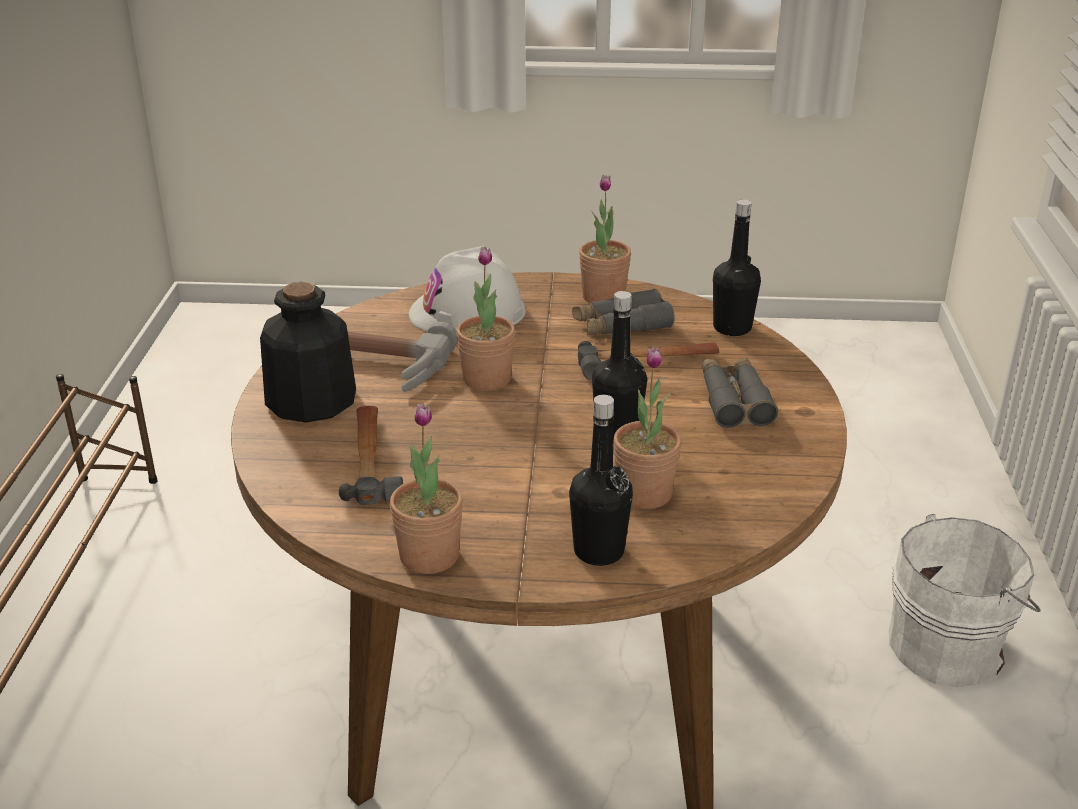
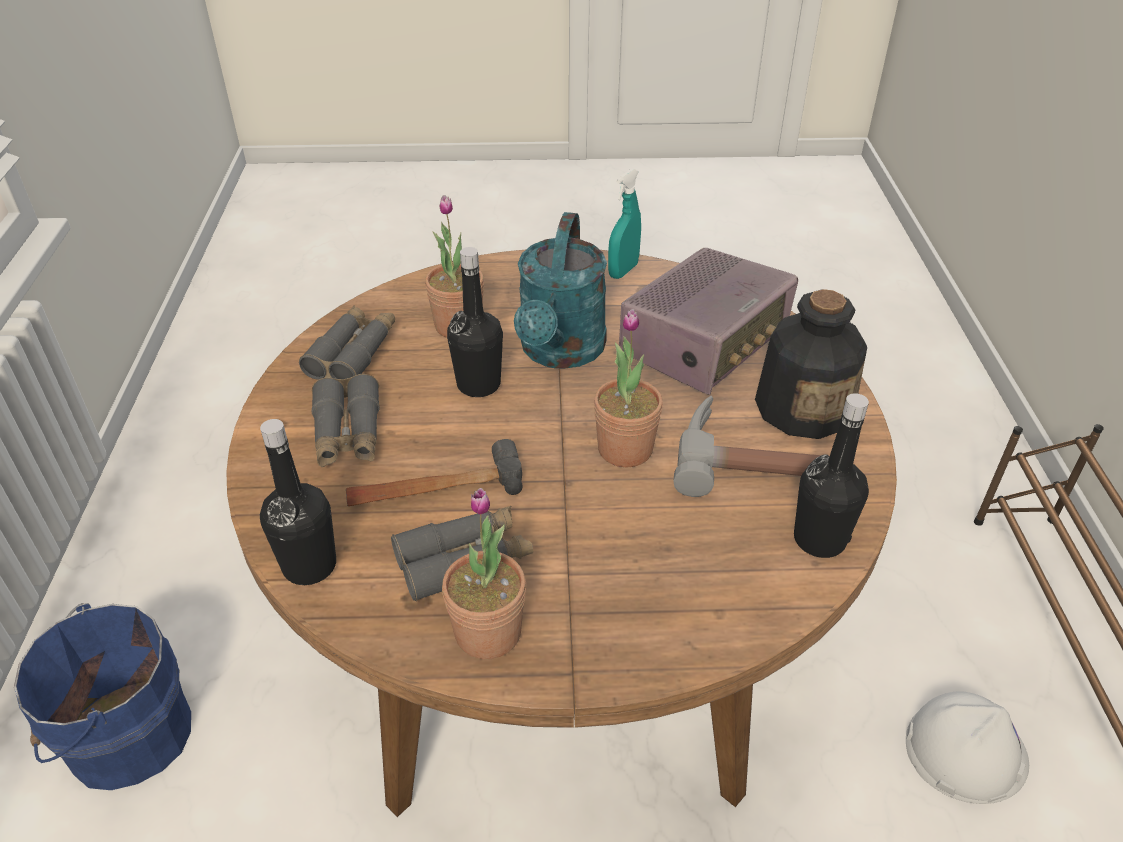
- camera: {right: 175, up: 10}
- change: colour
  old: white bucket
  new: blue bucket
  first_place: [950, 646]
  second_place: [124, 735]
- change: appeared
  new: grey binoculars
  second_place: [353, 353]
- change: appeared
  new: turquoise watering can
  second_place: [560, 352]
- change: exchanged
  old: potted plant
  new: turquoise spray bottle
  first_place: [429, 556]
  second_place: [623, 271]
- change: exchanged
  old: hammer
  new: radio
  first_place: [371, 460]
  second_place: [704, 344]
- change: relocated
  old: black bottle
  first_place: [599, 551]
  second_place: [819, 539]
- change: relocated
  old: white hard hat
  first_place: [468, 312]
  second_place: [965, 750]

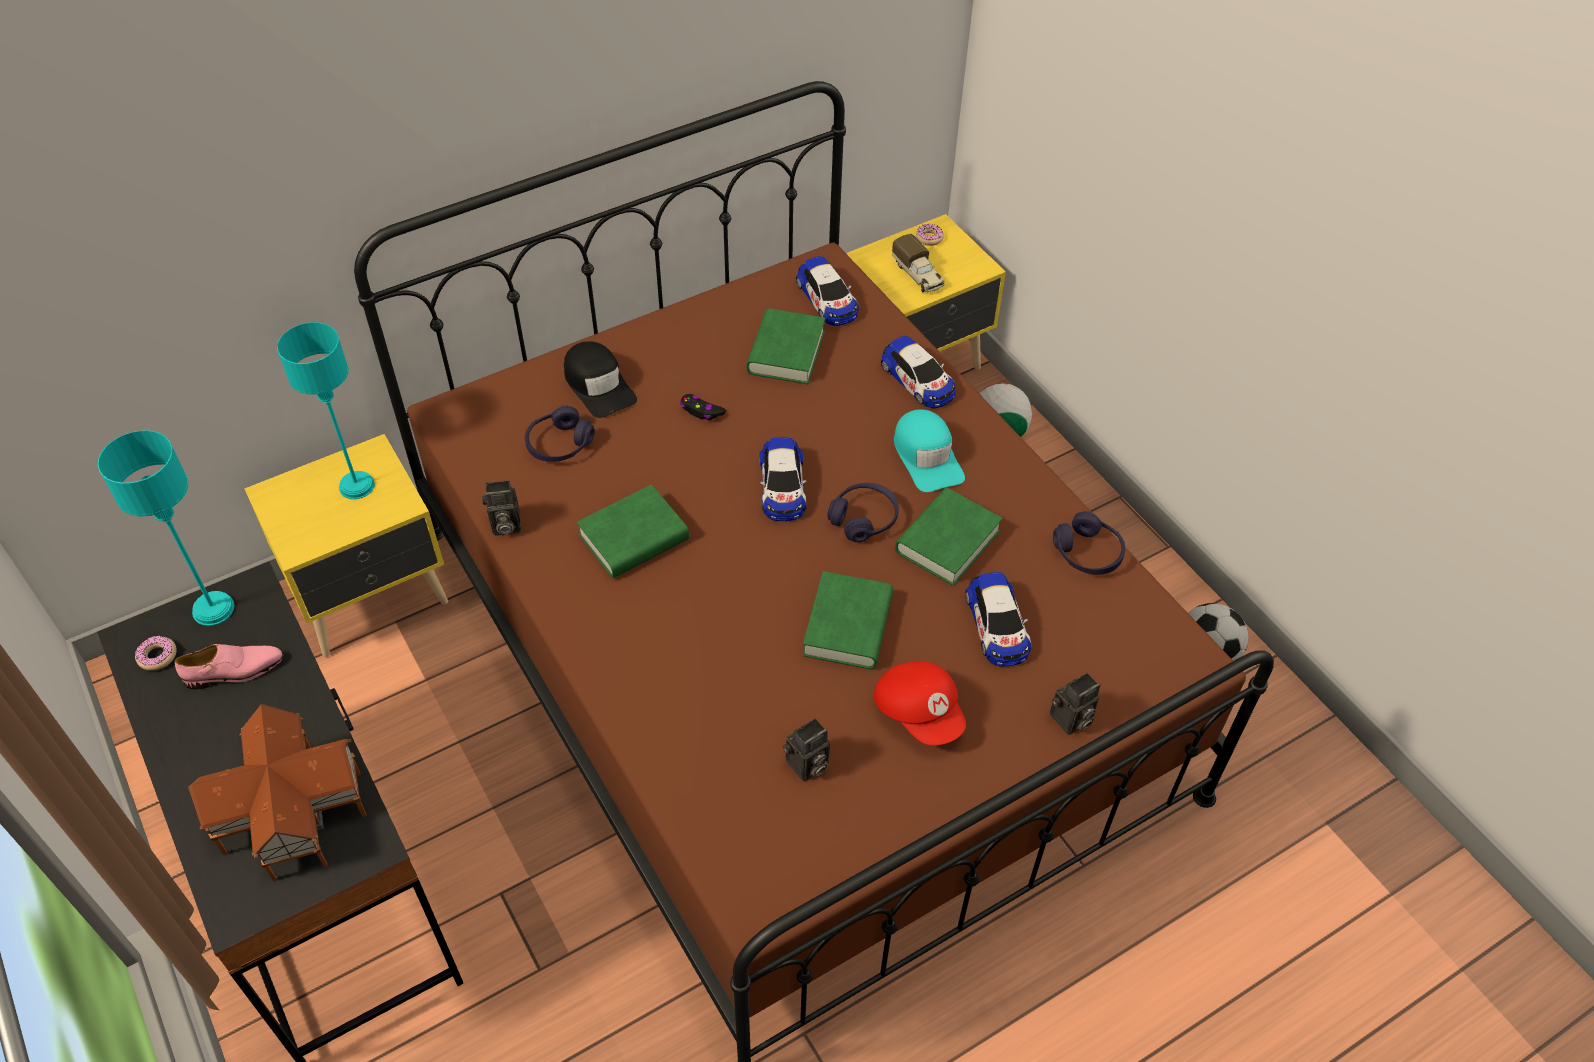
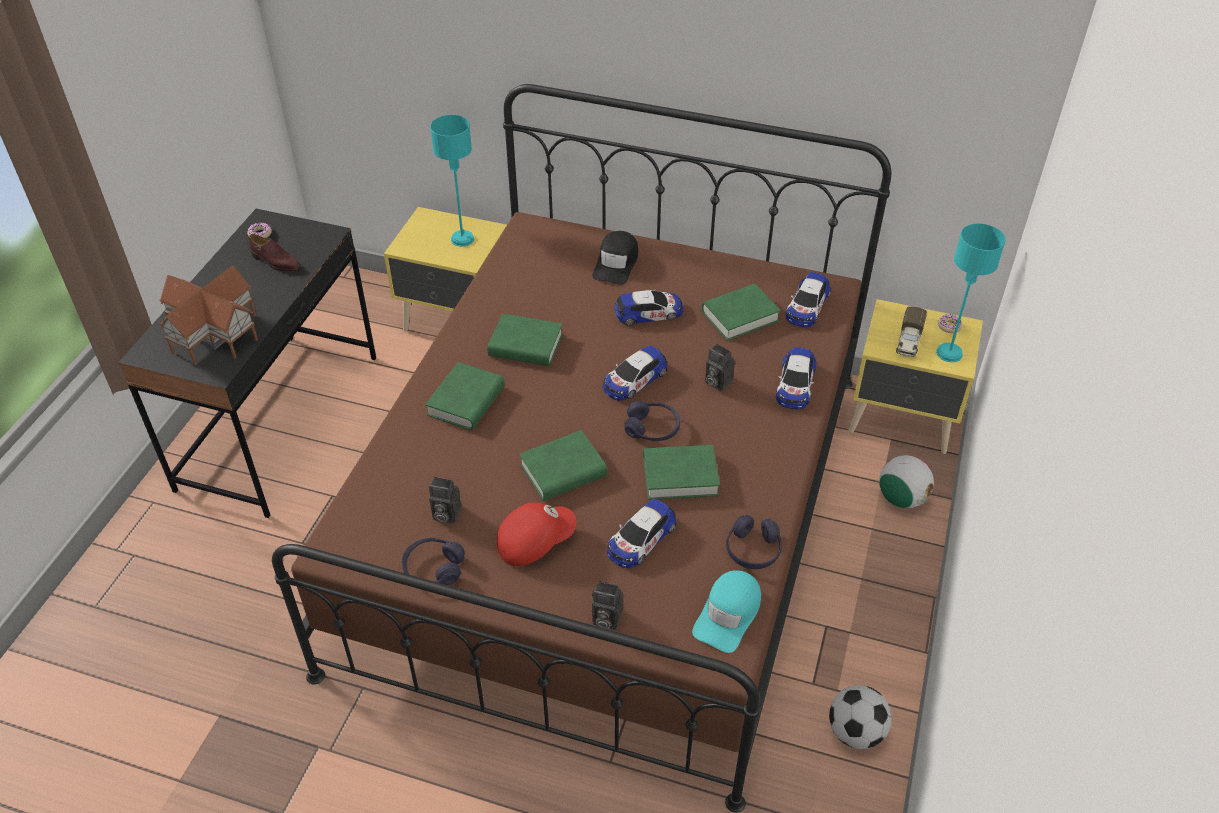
- camera: {right: 50, up: -5}
- change: colour
  old: pink shoe
  new: brown shoe
  first_place: [235, 671]
  second_place: [275, 262]
- change: relocated
  old: purple headphones
  first_place: [559, 444]
  second_place: [434, 568]
- change: appeared
  new: green book
  second_place: [466, 401]
- change: spun
  old: red cap
  first_place: [920, 712]
  second_place: [535, 541]
  degrees: -135
- change: exchanged
  old: black game controller
  new: toy car
  first_place: [701, 411]
  second_place: [649, 312]
- change: relocated
  old: turquoise cap
  first_place: [927, 457]
  second_place: [728, 615]
- change: relocated
  old: photo camera
  first_place: [504, 526]
  second_place: [716, 382]
- change: relocated
  old: turquoise table lamp
  first_place: [212, 609]
  second_place: [949, 353]

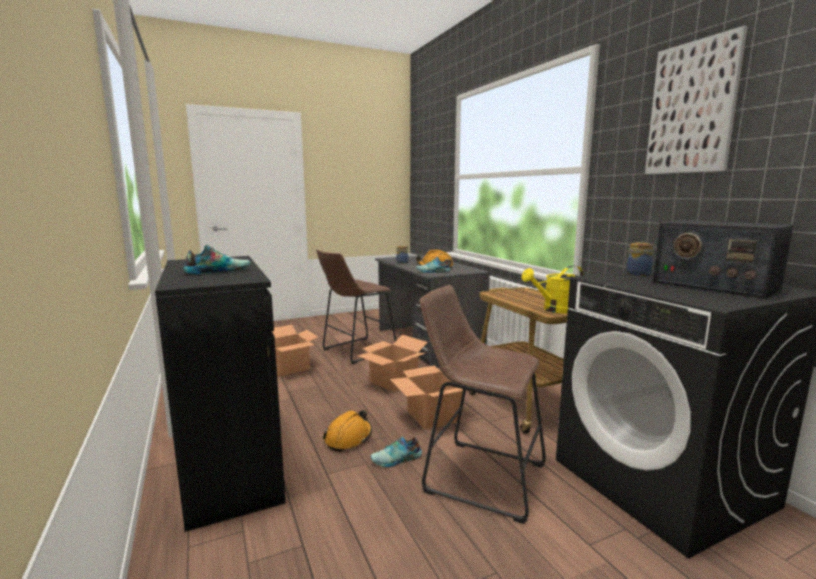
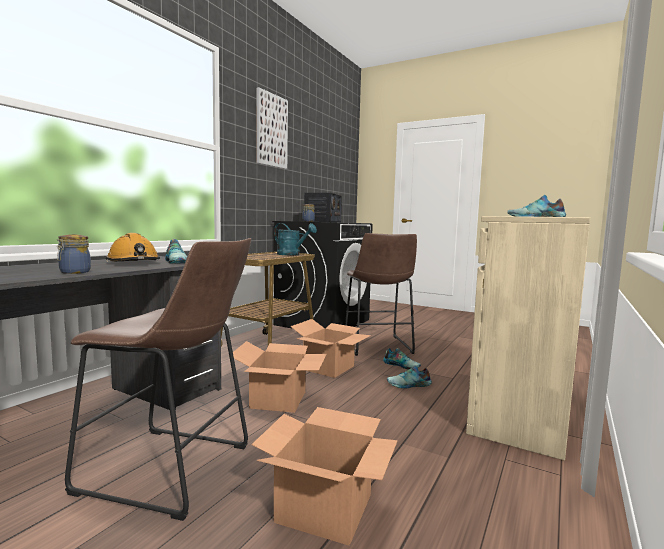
- camera: {right: -125, up: -5}
- change: colour
  old: yellow watering can
  new: turquoise watering can
  first_place: [555, 310]
  second_place: [292, 254]
- change: exchanged
  old: orange hard hat
  new: shoe
  first_place: [349, 438]
  second_place: [409, 385]
- change: colour
  old: black cabinet
  new: beige cabinet
  first_place: [230, 465]
  second_place: [521, 411]

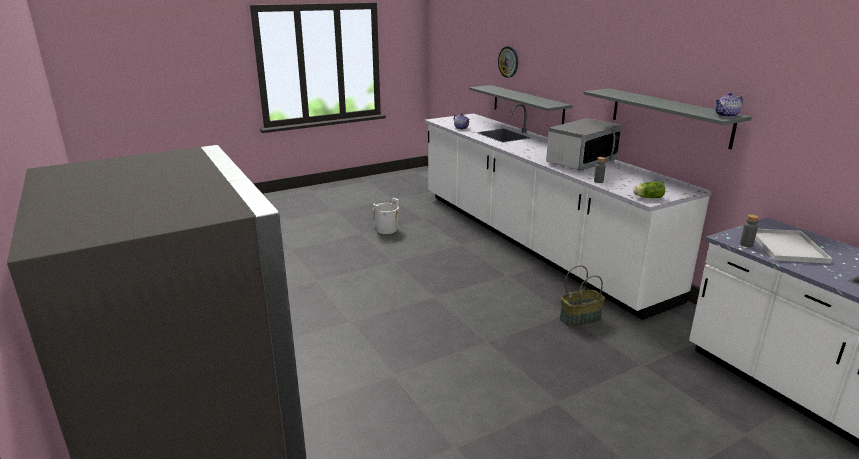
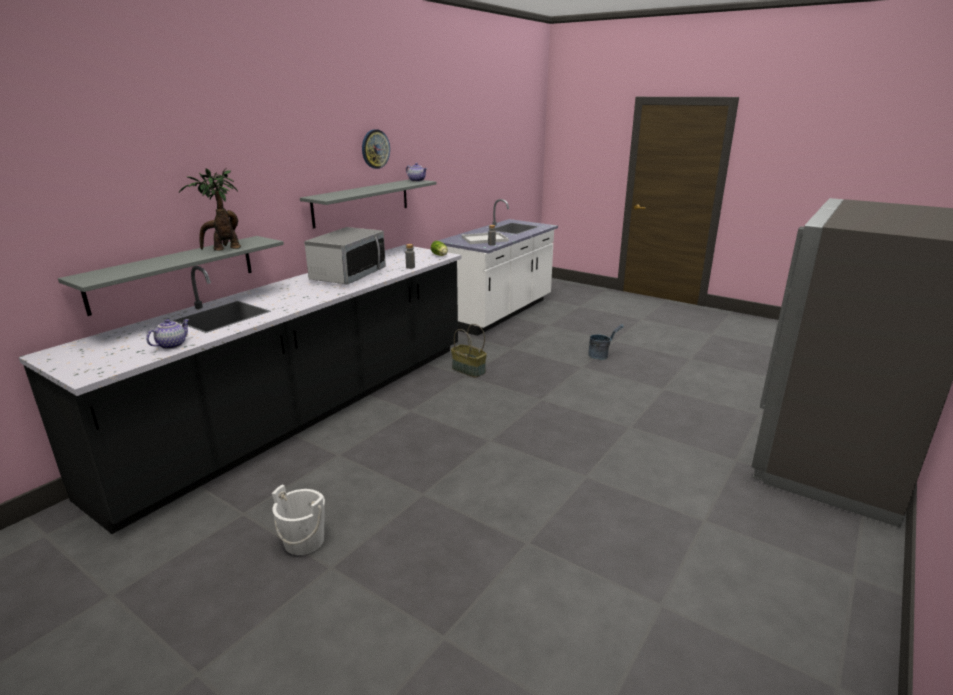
- camera: {right: -115, up: 0}
- change: colour
  old: white counter
  new: black counter
  first_place: [531, 241]
  second_place: [308, 411]
- change: appeared
  new: potted plant
  second_place: [223, 249]
- change: spun
  old: microwave
  first_place: [581, 162]
  second_place: [348, 275]
  degrees: 90
- change: relocated
  old: wall clock
  first_place: [508, 62]
  second_place: [375, 149]
- change: appeared
  new: grey bucket
  second_place: [602, 356]

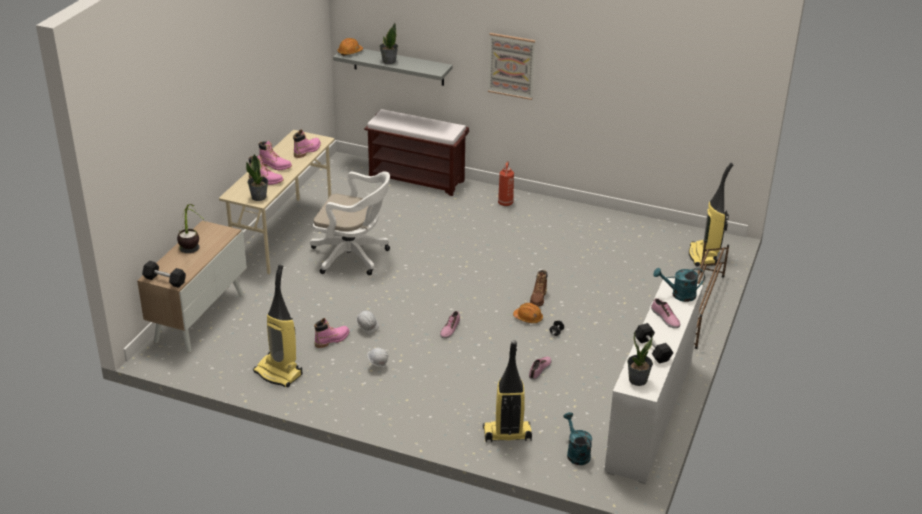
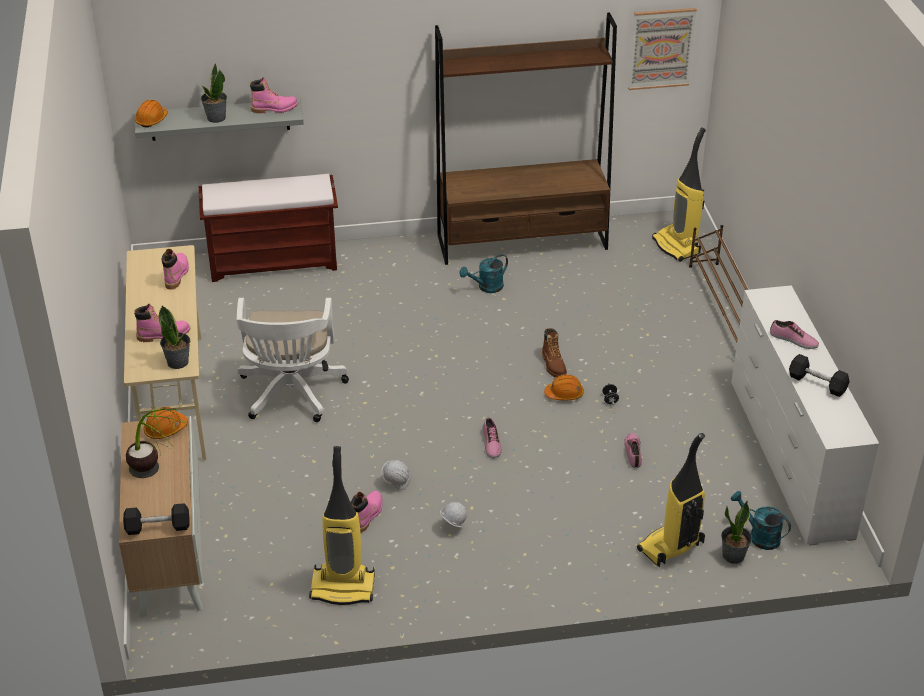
- camera: {right: -30, up: 5}
- change: appeared
  new: orange hard hat
  second_place: [165, 429]
- change: spun
  old: white office chair
  first_place: [353, 257]
  second_place: [291, 395]
  degrees: 105
- change: relocated
  old: pink boot
  first_place: [275, 166]
  second_place: [274, 109]
- change: appeared
  new: brown bookcase
  second_place: [522, 242]
- change: relocated
  old: turquoise watering can
  first_place: [679, 295]
  second_place: [486, 287]
- change: relocated
  old: picture
  first_place: [511, 66]
  second_place: [661, 48]
- change: relocated
  old: potted plant
  first_place: [638, 380]
  second_place: [733, 556]
- change: missing
  old: fire extinguisher
  first_place: [505, 204]

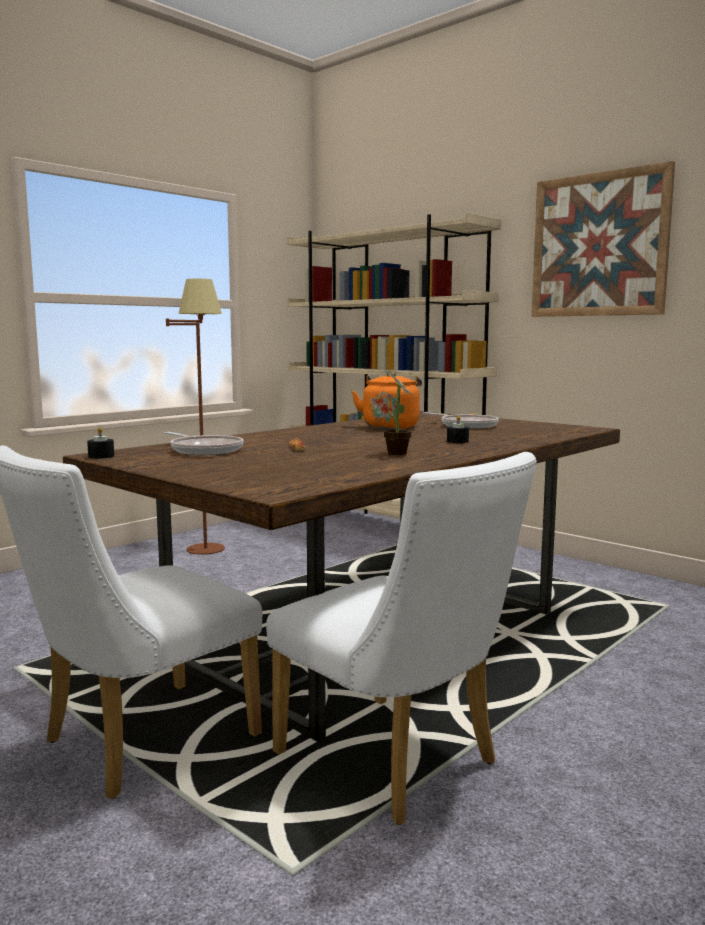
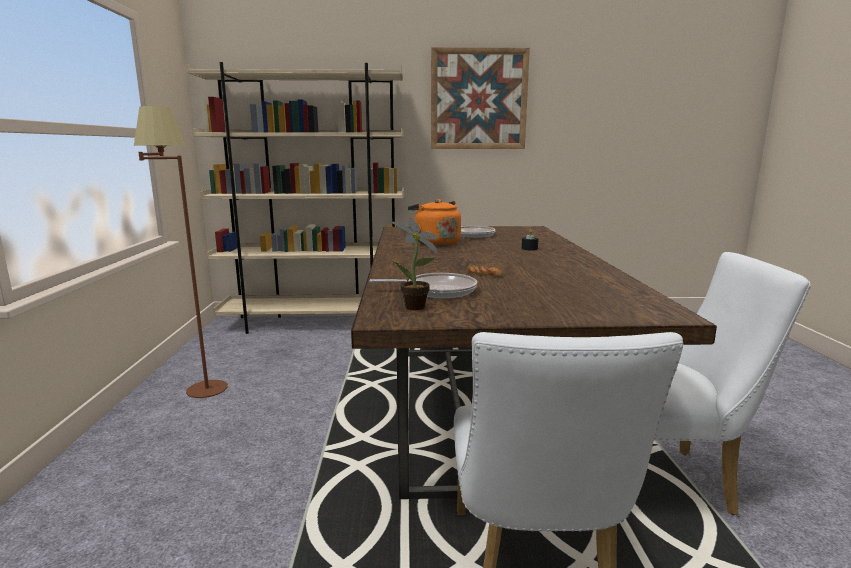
- camera: {right: -45, up: 5}
- change: relocated
  old: potted plant
  first_place: [396, 454]
  second_place: [417, 308]
- change: missing
  old: black candle
  first_place: [101, 456]

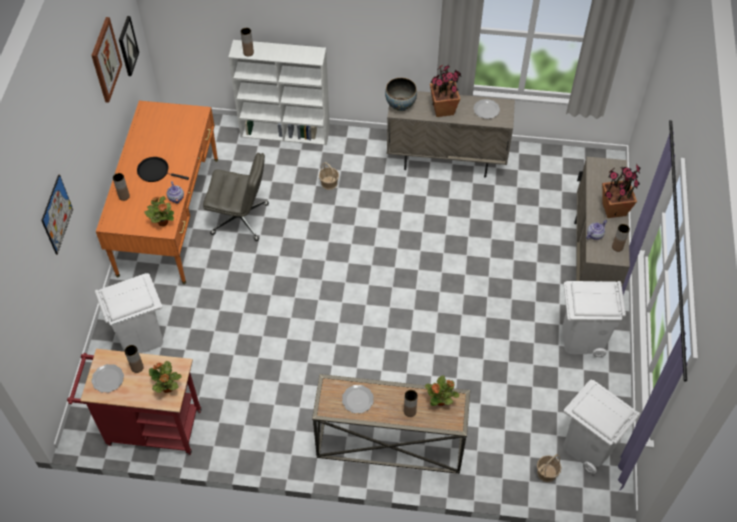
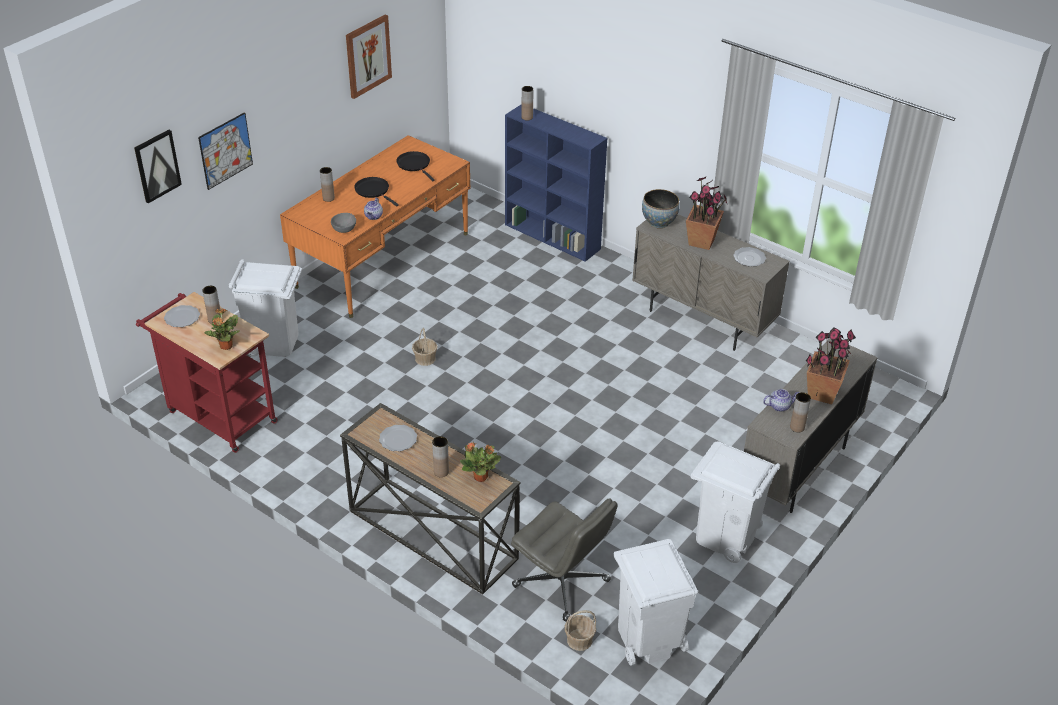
- camera: {right: 30, up: -15}
- change: relocated
  old: picture
  first_place: [127, 46]
  second_place: [157, 165]
- change: exchanged
  old: potted plant
  new: grey bowl
  first_place: [163, 222]
  second_place: [345, 229]
- change: appeared
  new: black frying pan
  second_place: [415, 165]
- change: relocated
  old: basket
  first_place: [329, 183]
  second_place: [425, 358]
- change: colour
  old: white bookcase
  new: blue bookcase
  first_place: [286, 132]
  second_place: [553, 237]
- change: relocated
  old: grey office chair
  first_place: [241, 219]
  second_place: [562, 584]

